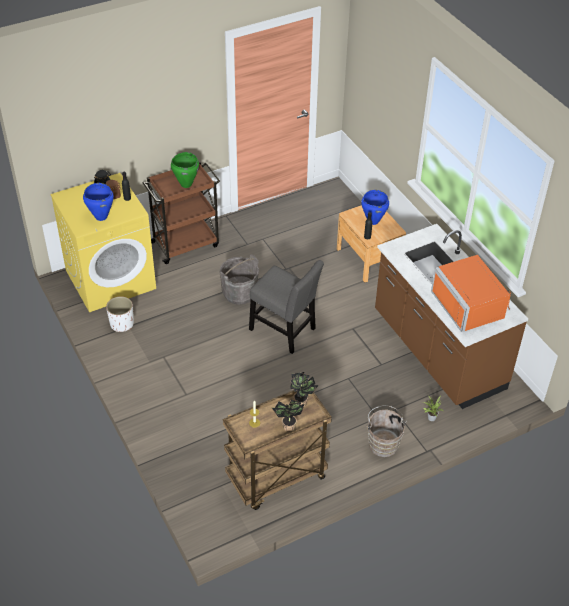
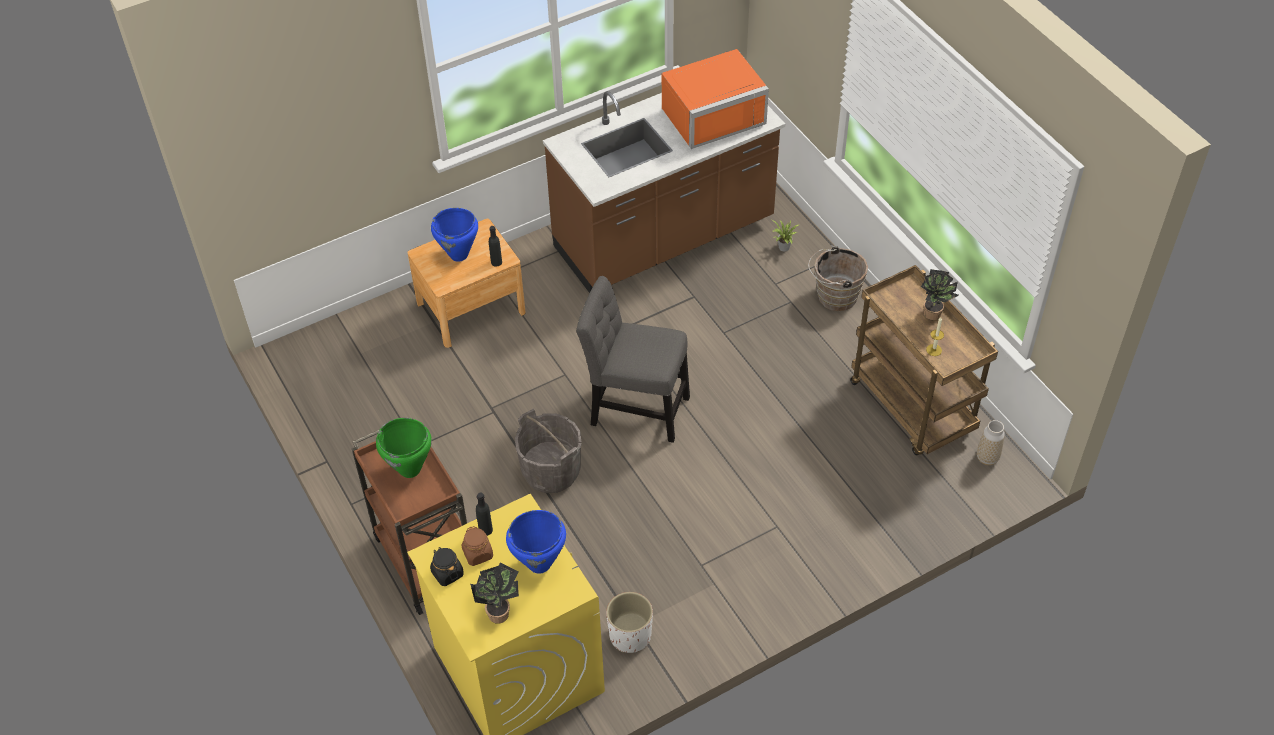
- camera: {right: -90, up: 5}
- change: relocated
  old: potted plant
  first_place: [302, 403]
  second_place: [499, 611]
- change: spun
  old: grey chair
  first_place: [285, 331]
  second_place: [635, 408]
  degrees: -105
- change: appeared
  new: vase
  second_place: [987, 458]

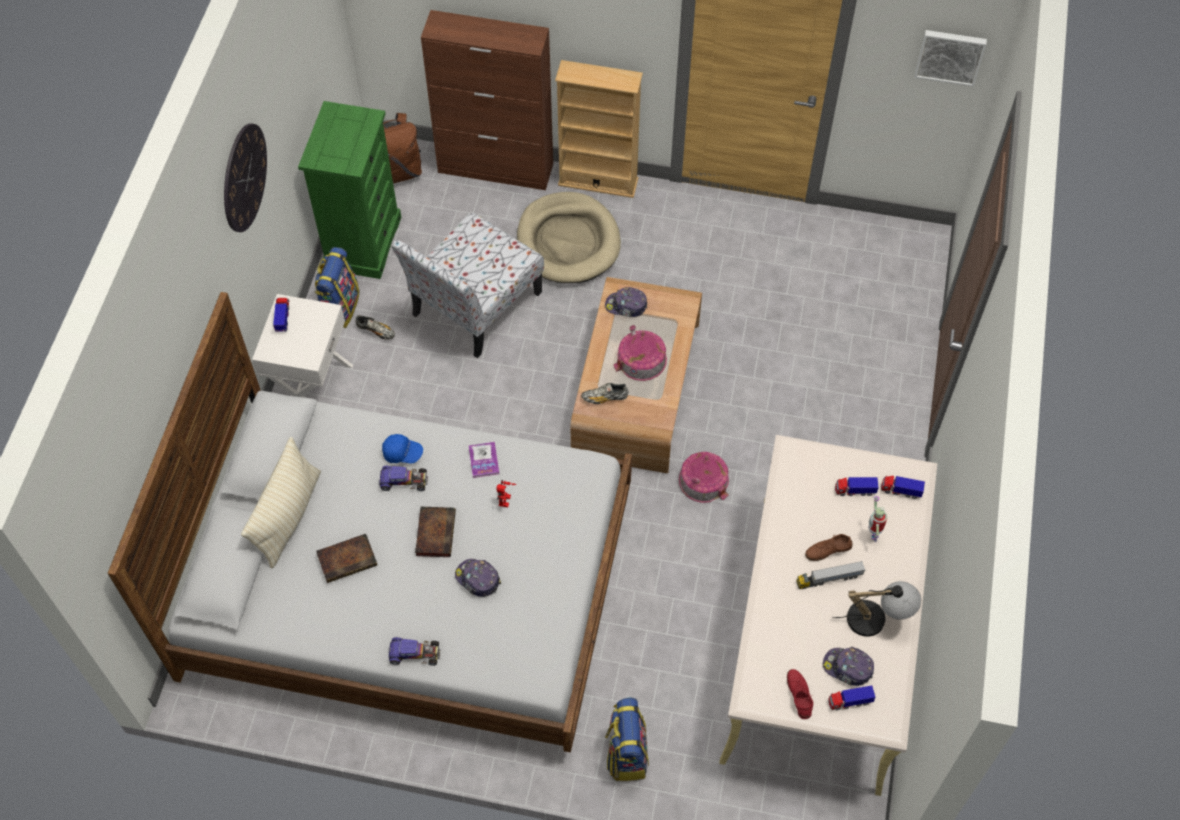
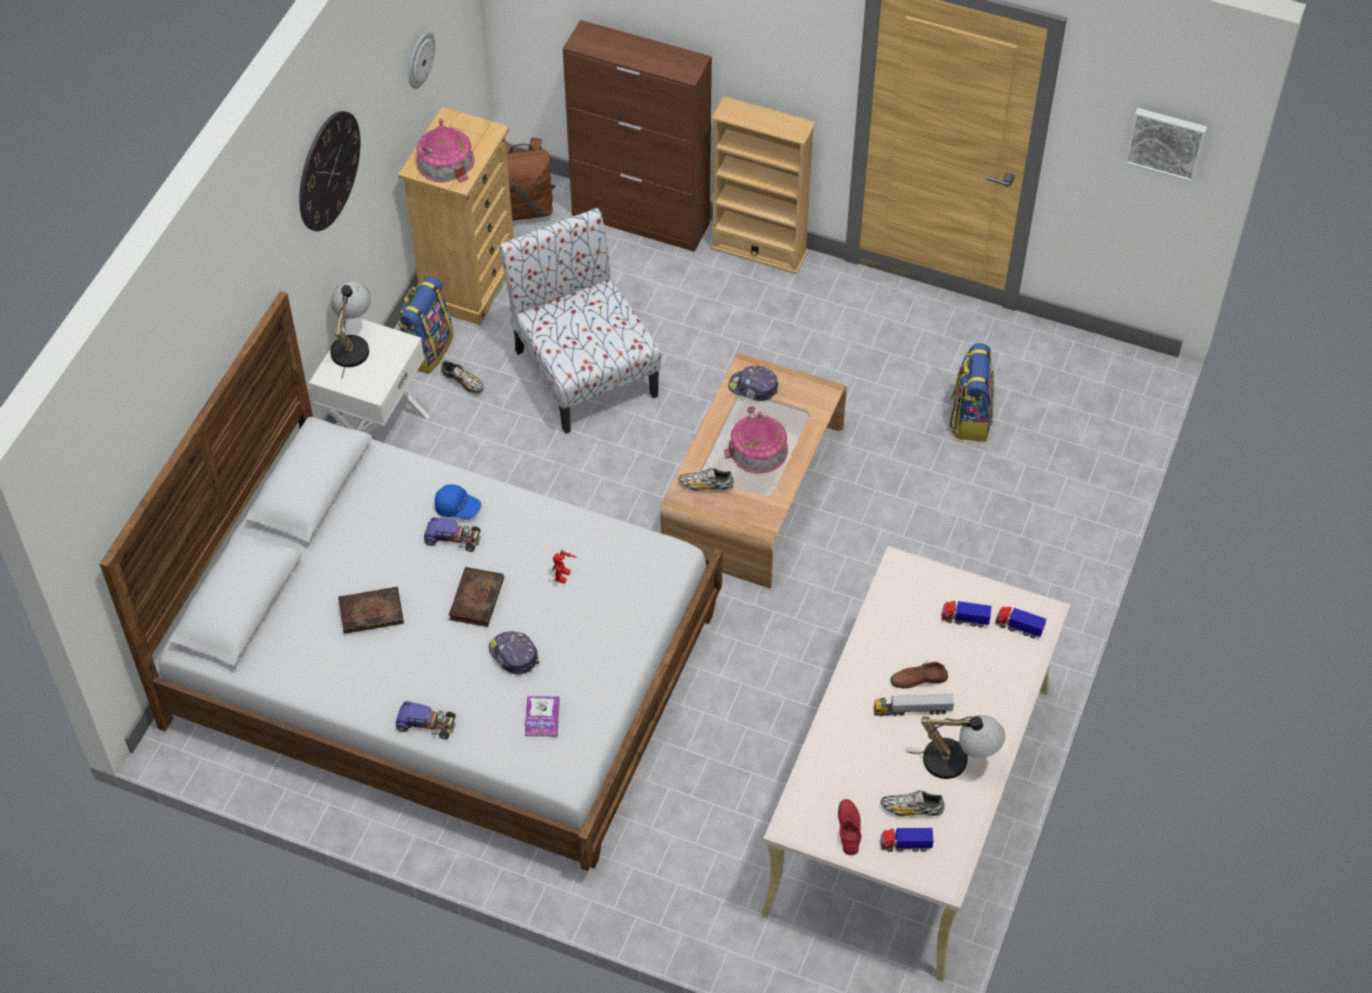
- camera: {right: 10, up: -5}
- change: exchanged
  old: toy truck
  new: table lamp
  first_place: [283, 319]
  second_place: [352, 344]
- change: colour
  old: green dresser
  new: beige dresser
  first_place: [362, 242]
  second_place: [468, 281]
- change: appeared
  new: wall clock
  second_place: [419, 59]
- change: relocated
  old: toy house
  first_place: [703, 480]
  second_place: [445, 161]
- change: spun
  old: chair
  first_place: [474, 305]
  second_place: [583, 370]
  degrees: 105
- change: relocated
  old: book
  first_place: [483, 460]
  second_place: [542, 717]
- change: exchanged
  old: cap
  new: shoe
  first_place: [848, 668]
  second_place: [912, 809]
- change: relocated
  old: backpack
  first_place: [626, 753]
  second_place: [970, 417]
- change: missing
  old: beige pillow
  first_place: [288, 516]
- change: missing
  old: beige dog bed
  first_place: [568, 241]
- change: missing
  old: toy robot
  first_place: [872, 535]

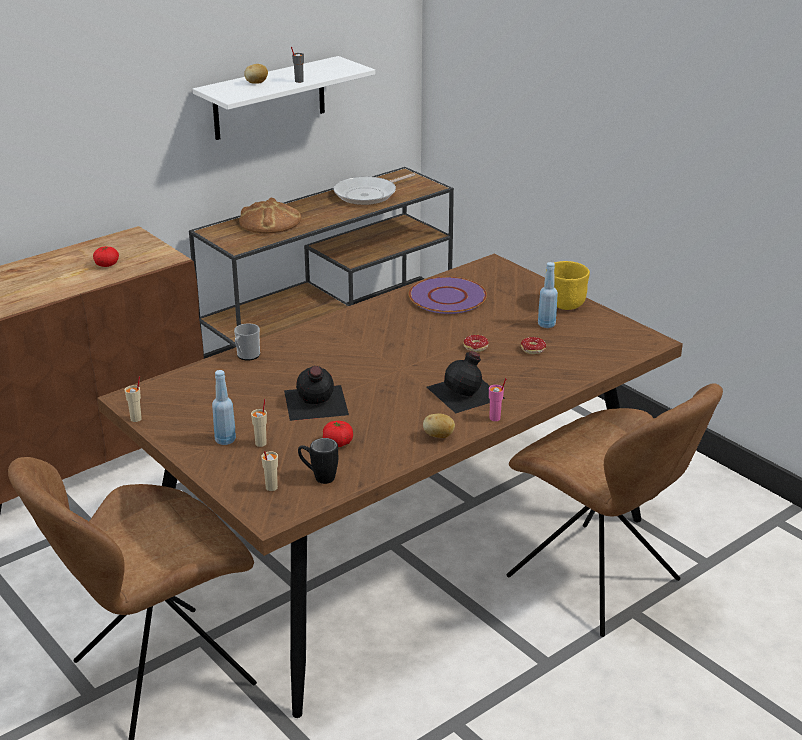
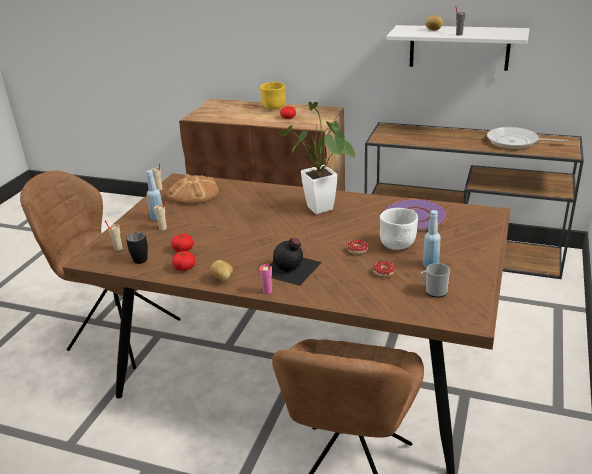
- camera: {right: 60, up: 0}
- change: relocated
  old: bread
  first_place: [269, 222]
  second_place: [193, 194]
- change: appeared
  new: tomato
  second_place: [184, 268]
- change: relocated
  old: yellow bowl
  first_place: [564, 305]
  second_place: [273, 107]
- change: appeared
  new: potted plant
  second_place: [322, 211]
- change: appeared
  new: white bowl
  second_place: [398, 245]
- change: relocated
  old: mug
  first_place: [247, 356]
  second_place: [433, 291]
- change: missing
  old: black bottle
  first_place: [315, 403]

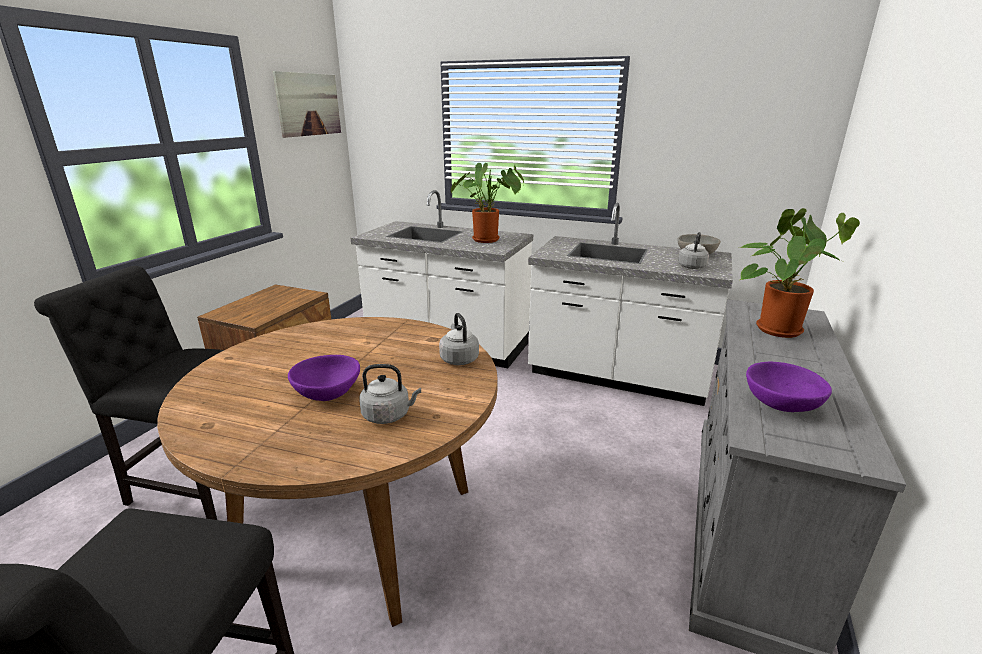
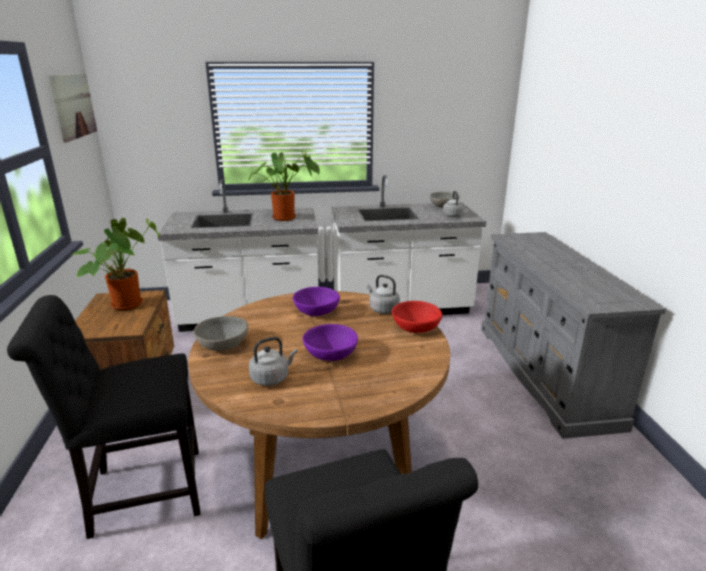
- camera: {right: -30, up: 0}
- change: relocated
  old: potted plant
  first_place: [777, 328]
  second_place: [127, 303]
- change: appeared
  new: grey bowl
  second_place: [223, 345]
- change: relocated
  old: grey kettle
  first_place: [389, 415]
  second_place: [271, 378]
- change: relocated
  old: purple bowl
  first_place: [782, 404]
  second_place: [317, 312]
- change: appeared
  new: red bowl
  second_place: [416, 328]

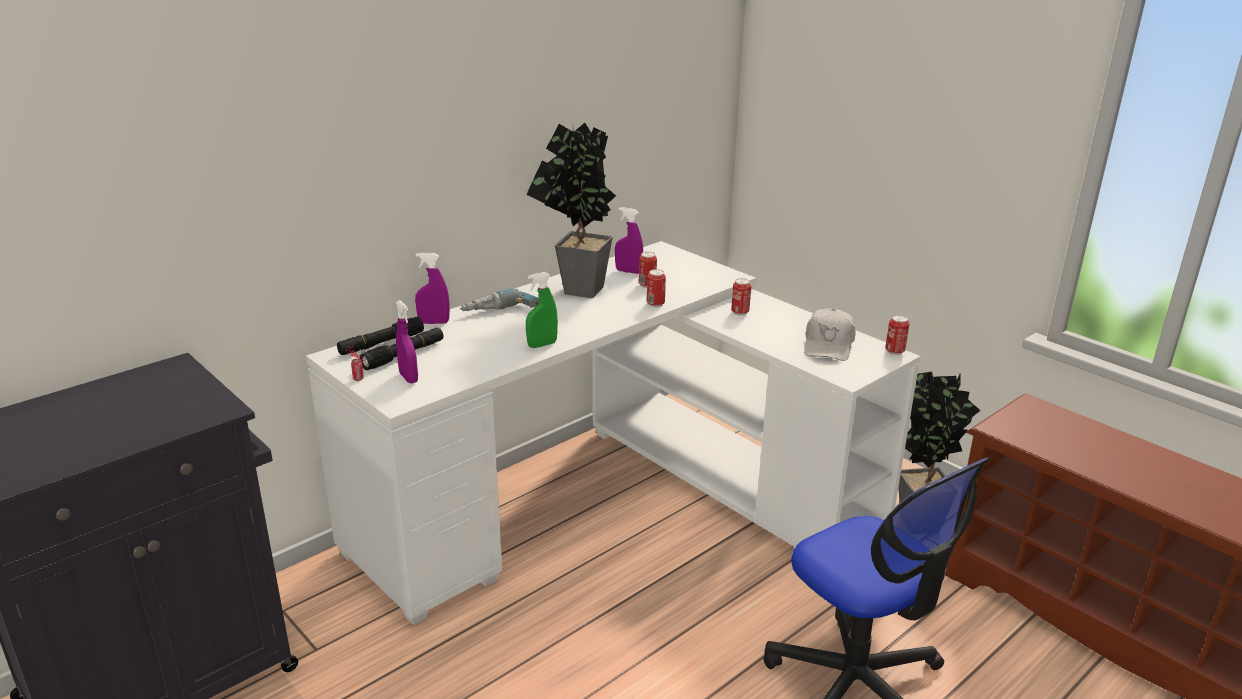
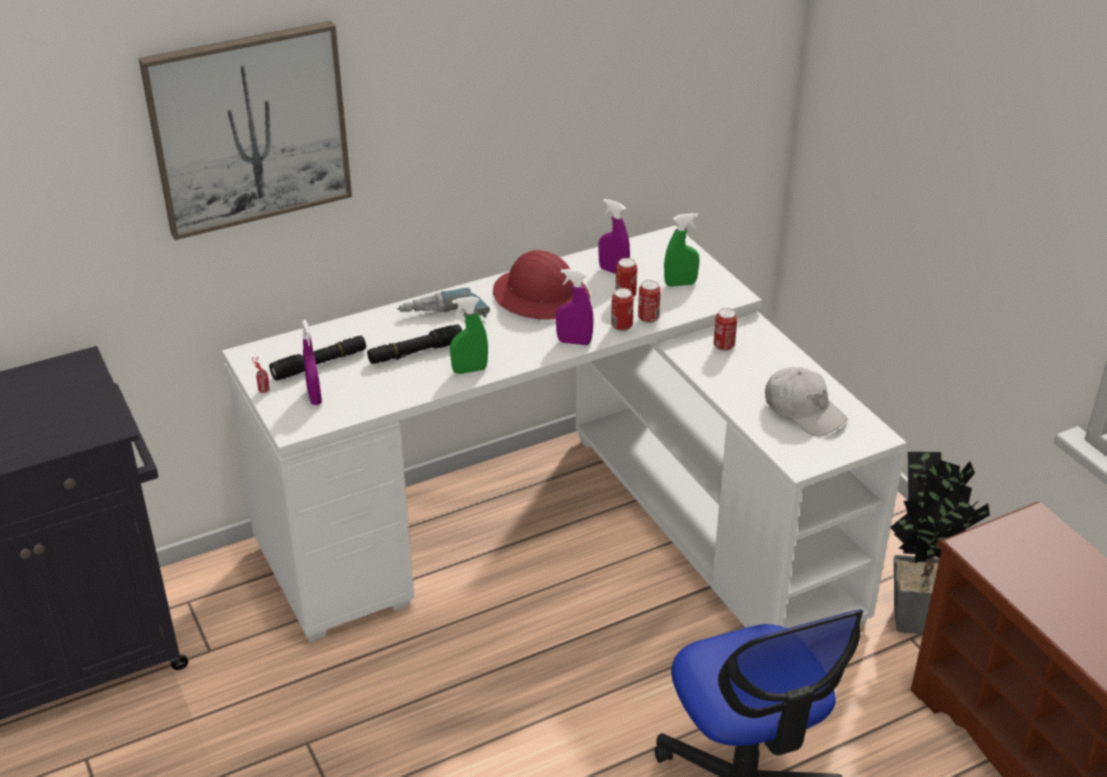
- camera: {right: 15, up: 10}
- change: appeared
  new: picture
  second_place: [249, 128]
- change: relocated
  old: black flashlight
  first_place: [381, 344]
  second_place: [415, 352]
- change: exchanged
  old: potted plant
  new: red hard hat
  first_place: [578, 292]
  second_place: [541, 296]
- change: relocated
  old: purple spray bottle
  first_place: [434, 322]
  second_place: [574, 342]
- change: relocated
  old: can
  first_place: [894, 351]
  second_place: [648, 318]
- change: appeared
  new: green spray bottle
  second_place: [680, 284]
- change: spun
  old: white cap
  first_place: [828, 345]
  second_place: [804, 411]
  degrees: -75

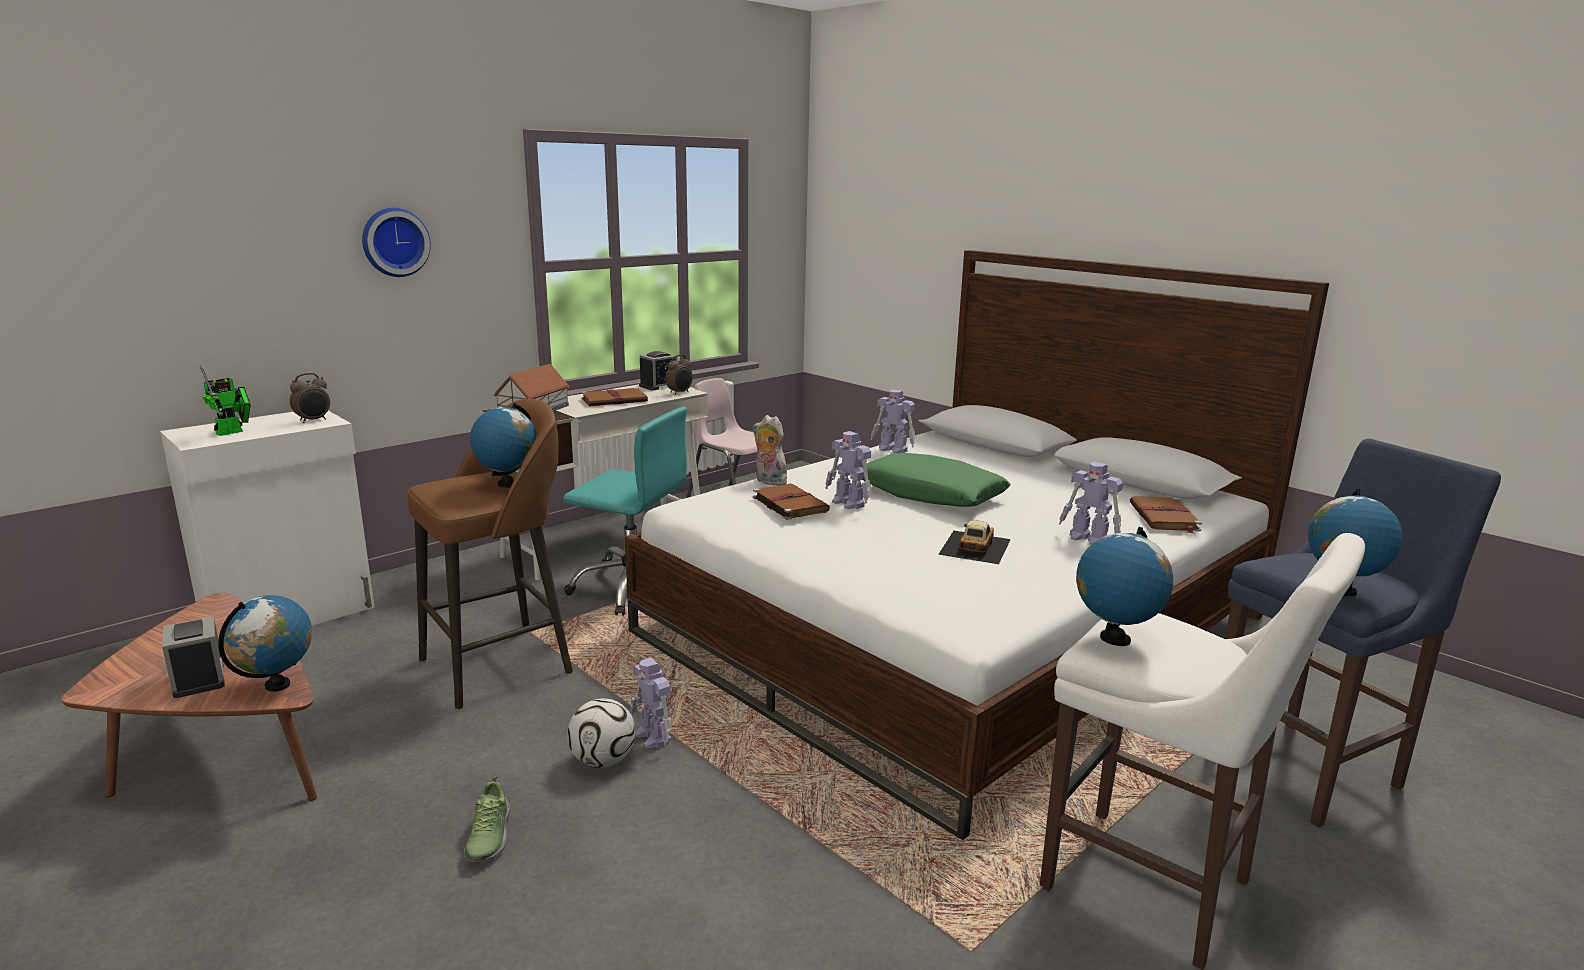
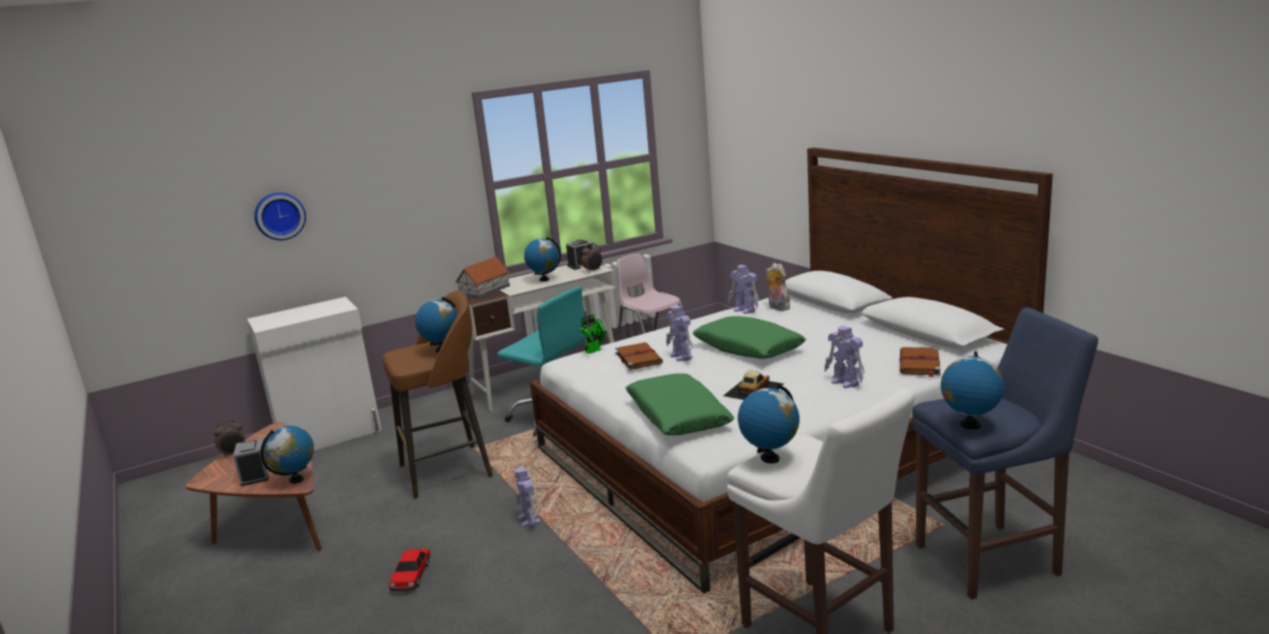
- camera: {right: 15, up: 0}
- change: relocated
  old: alarm clock
  first_place: [313, 420]
  second_place: [234, 454]
- change: relocated
  old: wall clock
  first_place: [394, 242]
  second_place: [279, 215]
- change: exchanged
  old: shoe
  new: toy car
  first_place: [488, 837]
  second_place: [411, 576]
- change: exchanged
  old: brown book
  new: globe
  first_place: [615, 400]
  second_place: [544, 279]
- change: relocated
  old: toy robot
  first_place: [233, 432]
  second_place: [595, 350]
- change: appeared
  new: green pillow
  second_place: [677, 416]
- change: relocated
  old: plush toy
  first_place: [768, 481]
  second_place: [777, 308]
- change: missing
  old: football
  first_place: [602, 761]

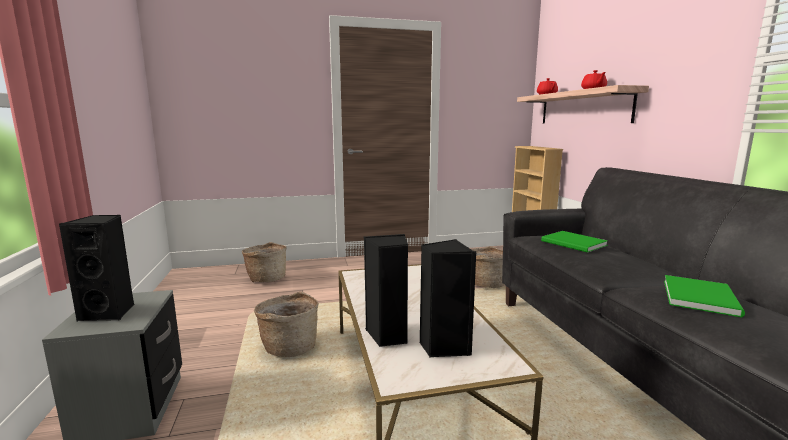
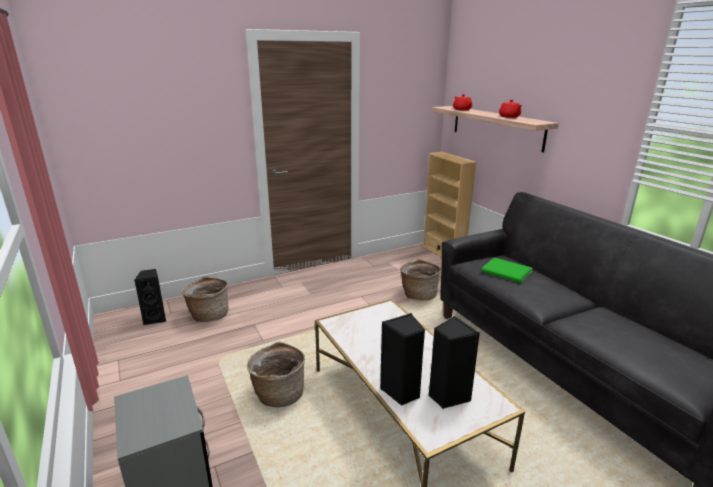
- camera: {right: -15, up: 10}
- change: relocated
  old: black speaker
  first_place: [110, 313]
  second_place: [156, 318]
- change: missing
  old: green book
  first_place: [701, 297]

